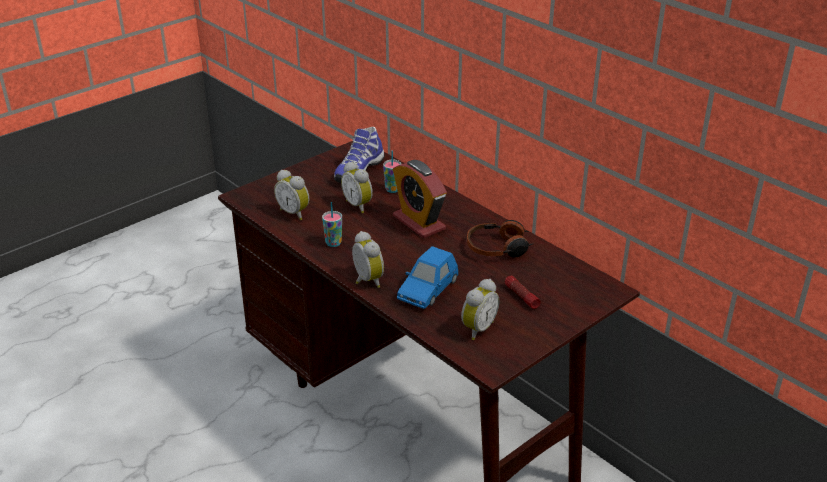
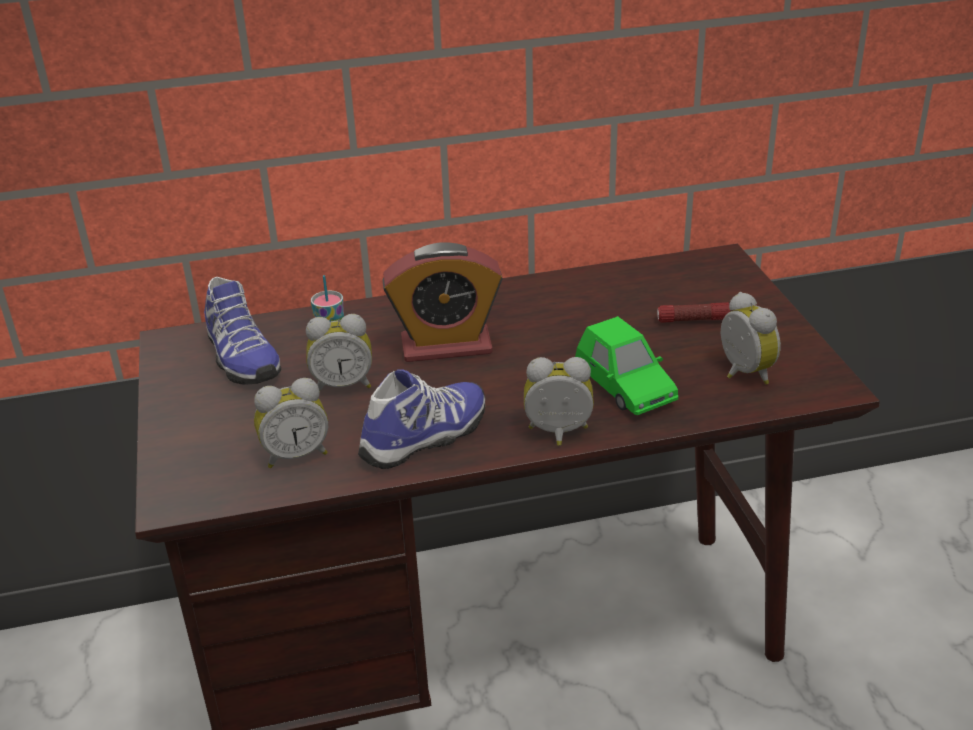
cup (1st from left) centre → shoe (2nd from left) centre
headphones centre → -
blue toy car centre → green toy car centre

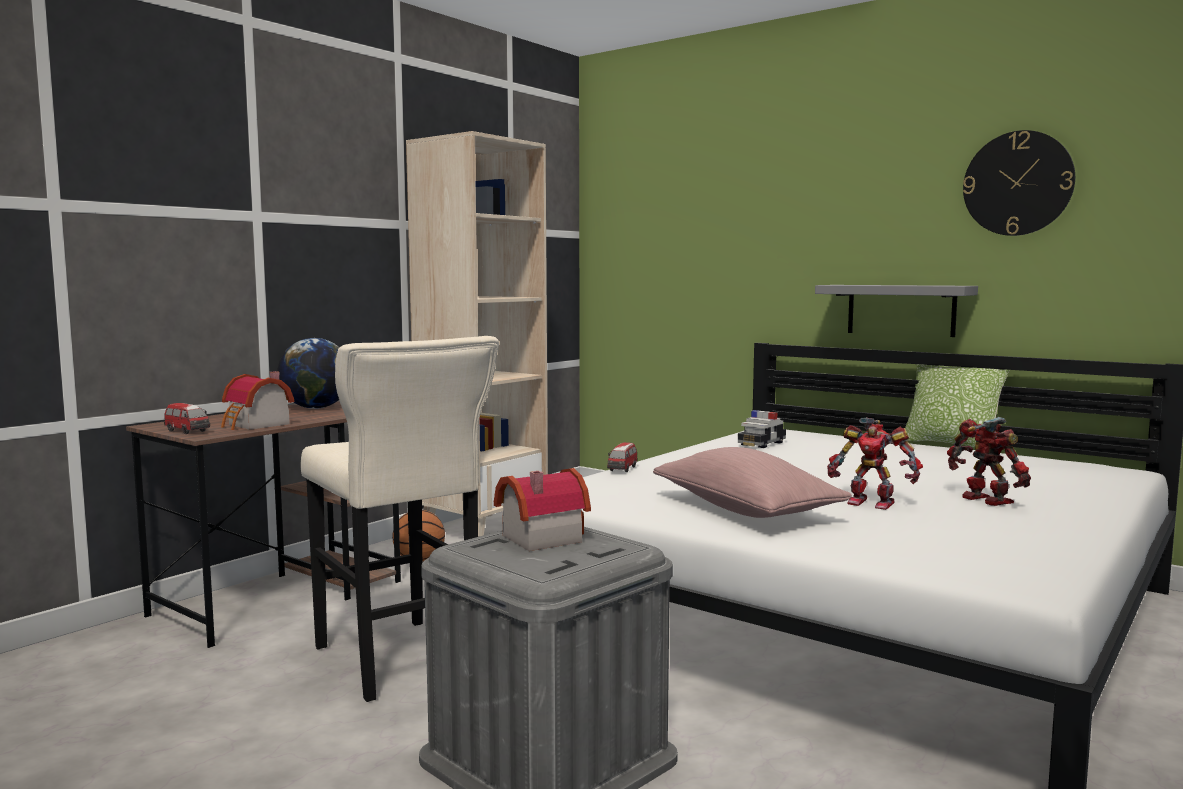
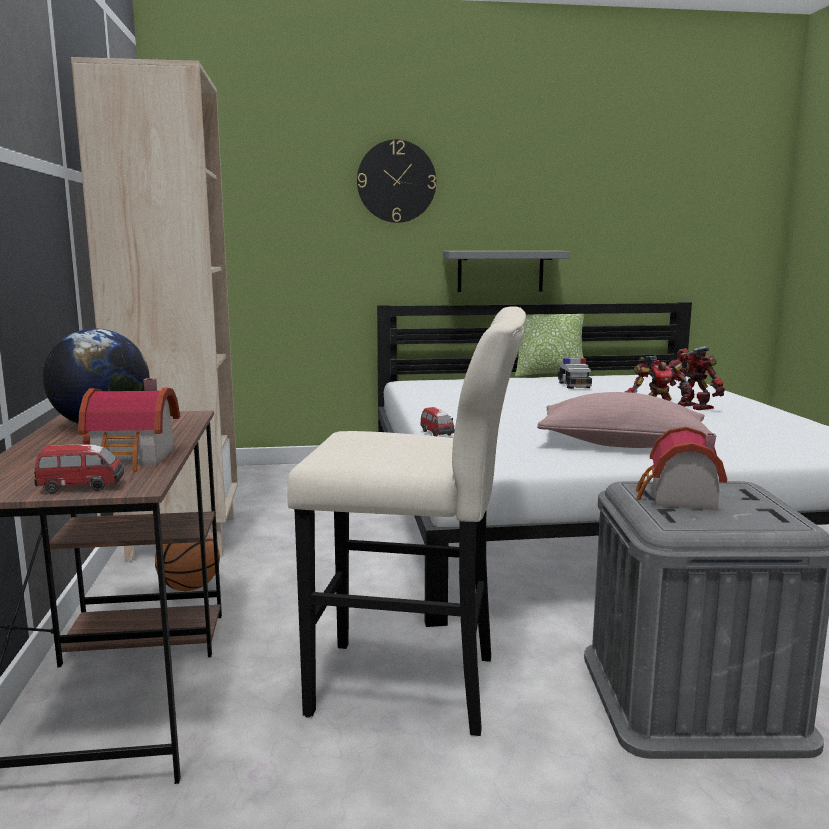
wall clock top right → wall clock top centre, move
toy car (3rd from left) centre → toy car (3rd from left) middle right, move
toy robot (2nd from left) middle right, 45 degrees clockwise

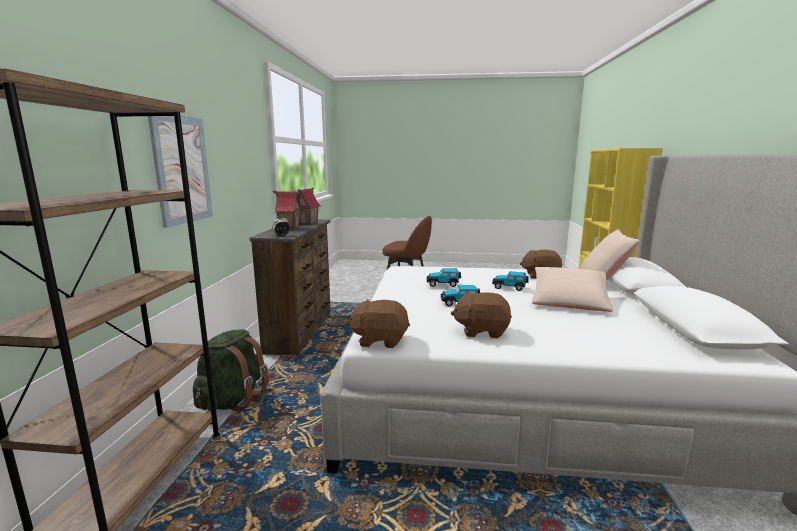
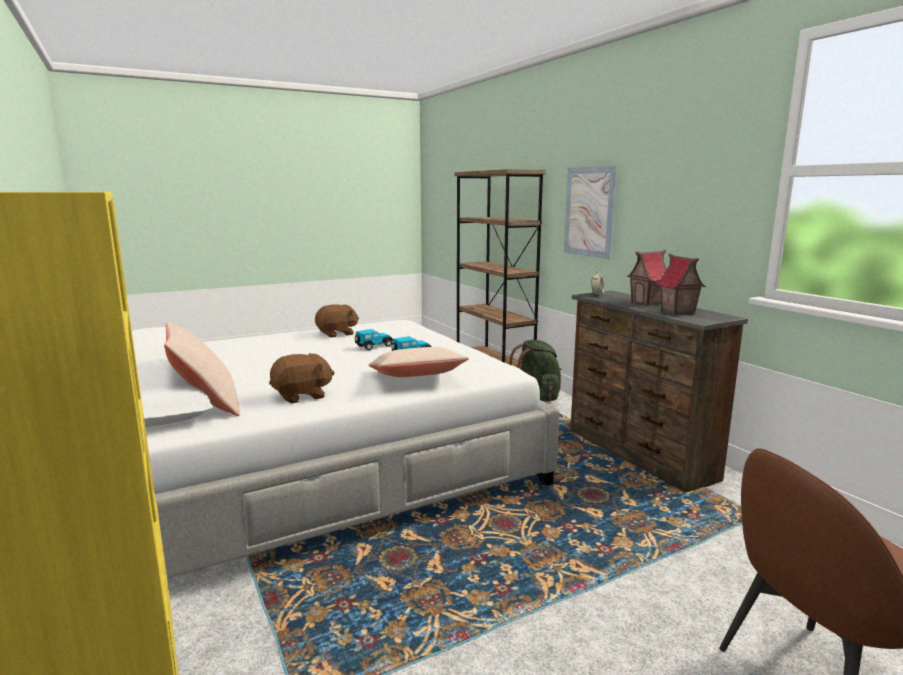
beige pillow (1st from left in the first image) middle right → beige pillow (2nd from left) centre, move
toy car (3rd from left) centre → -
brown plush toy (1st from left) centre → -

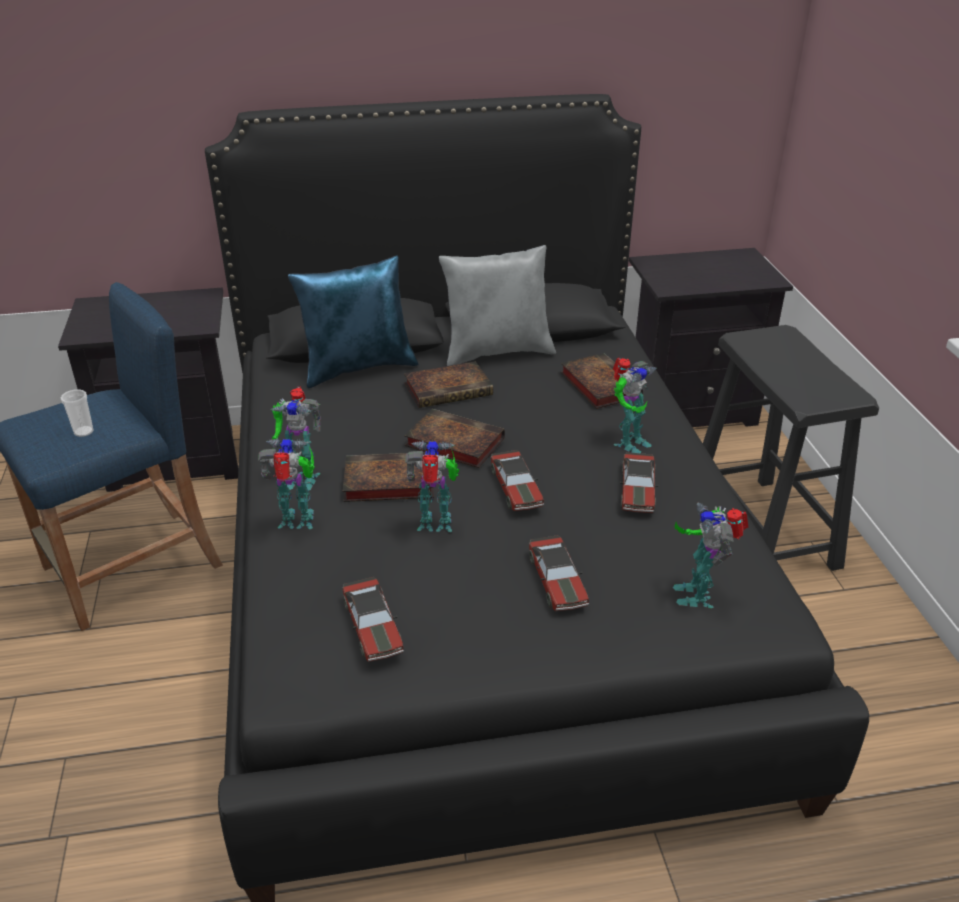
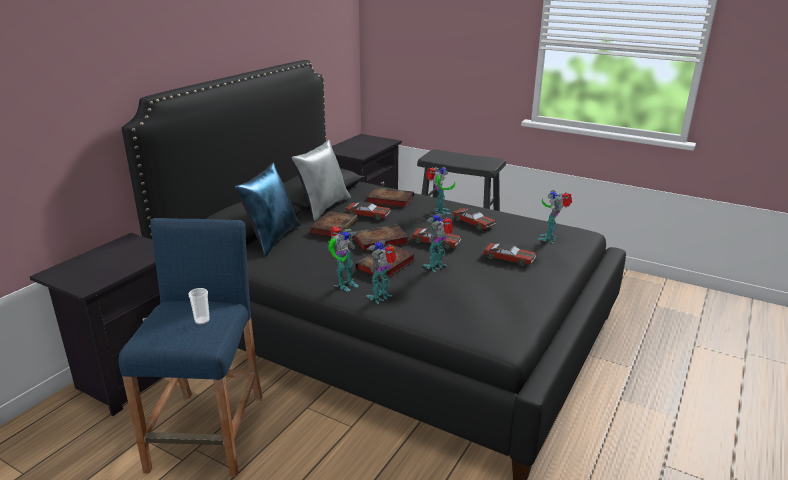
toy robot (5th from left) middle right, 75 degrees clockwise
toy car (1st from left) bottom centre → toy car (1st from left) centre, move

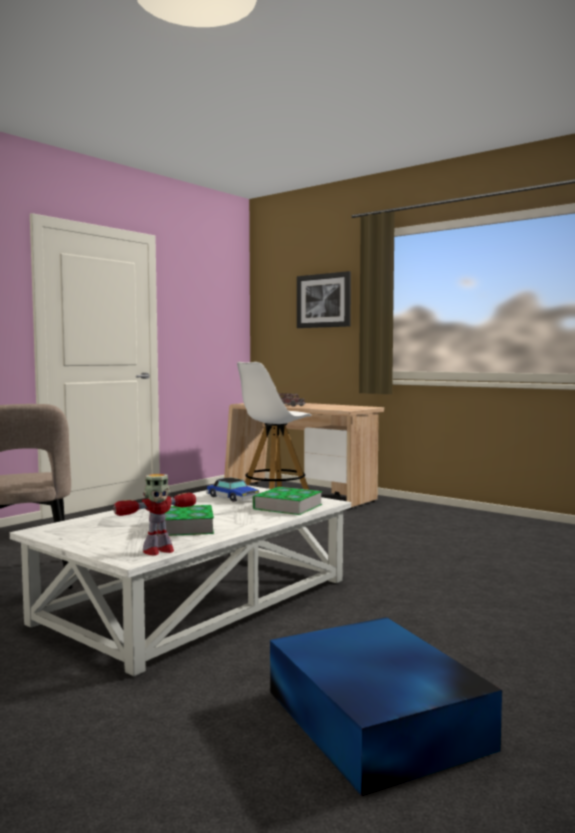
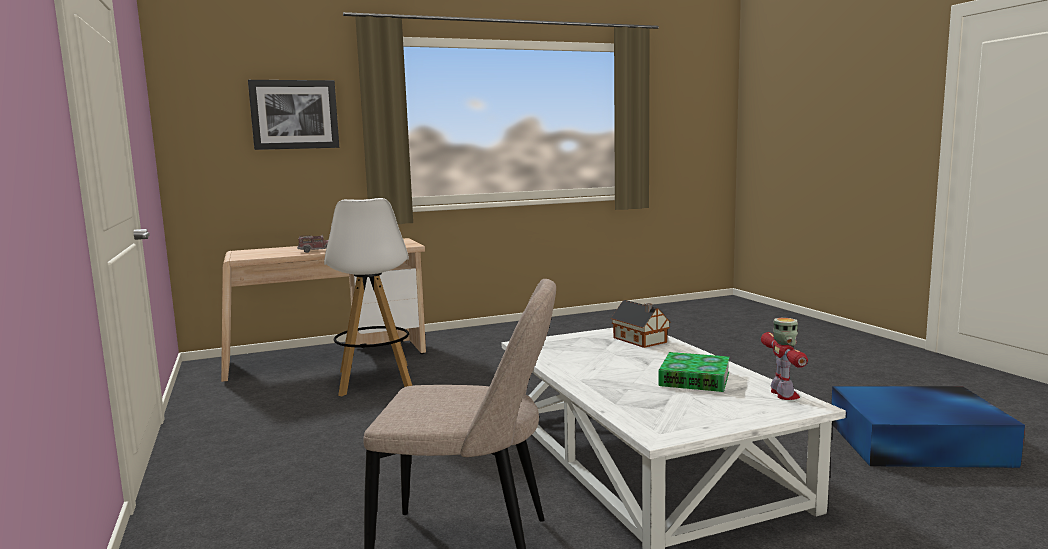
toy car centre → -
book (2nd from left) centre → toy house centre

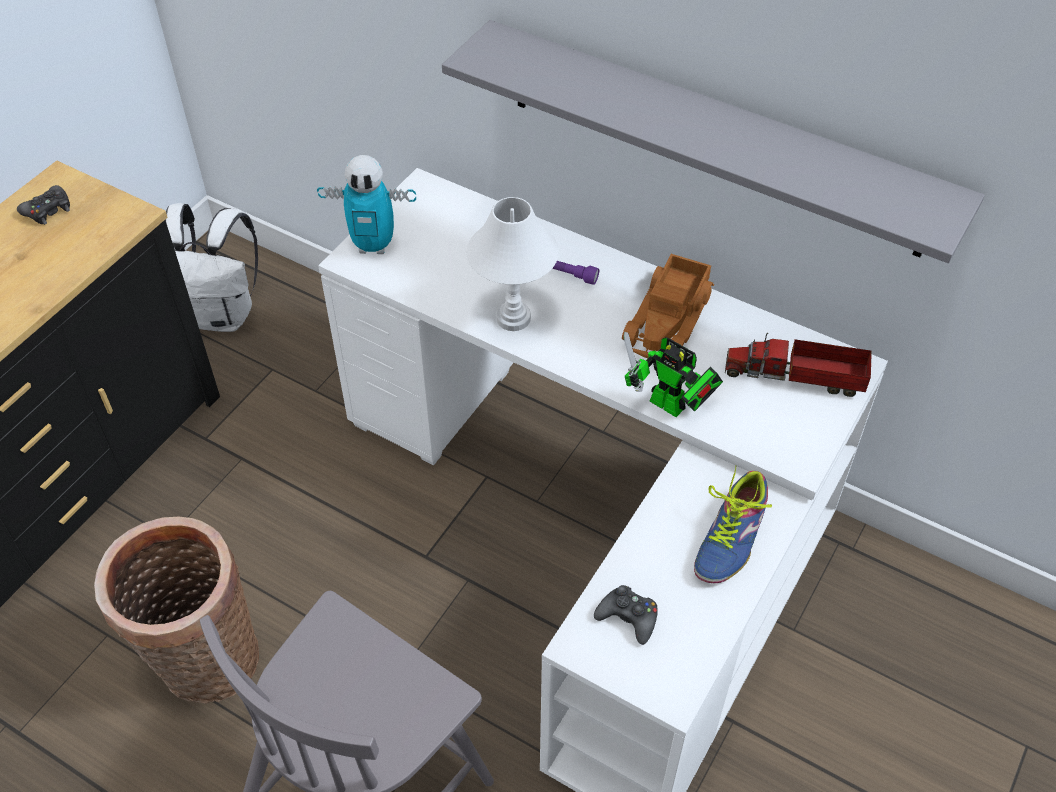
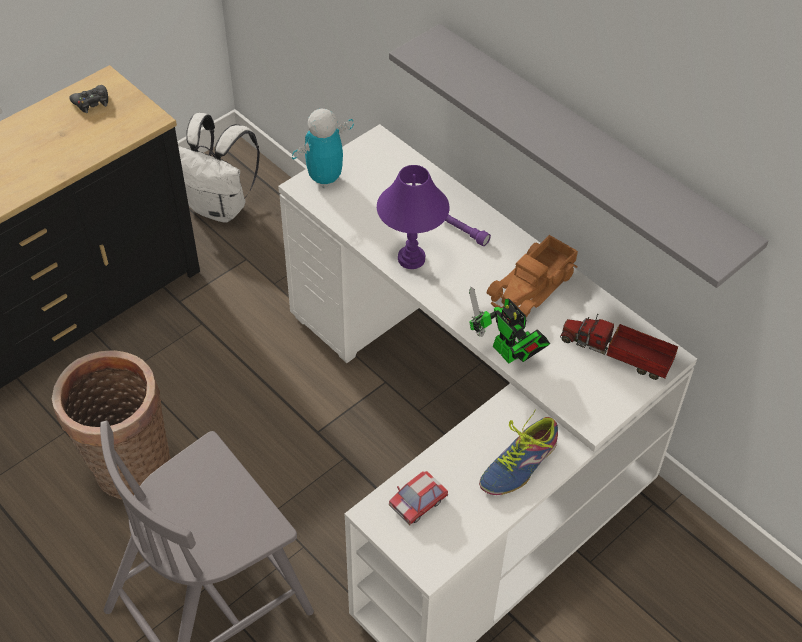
toy robot (1st from left) top centre, 120 degrees clockwise
white table lamp centre → purple table lamp centre
black game controller (2nd from left) bottom centre → toy car bottom centre

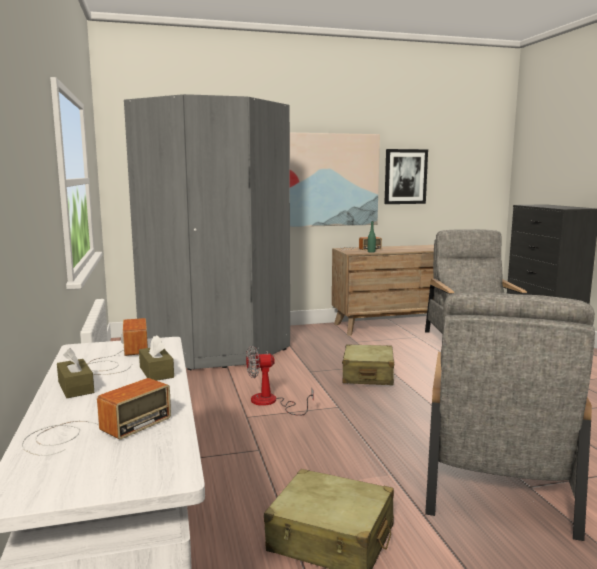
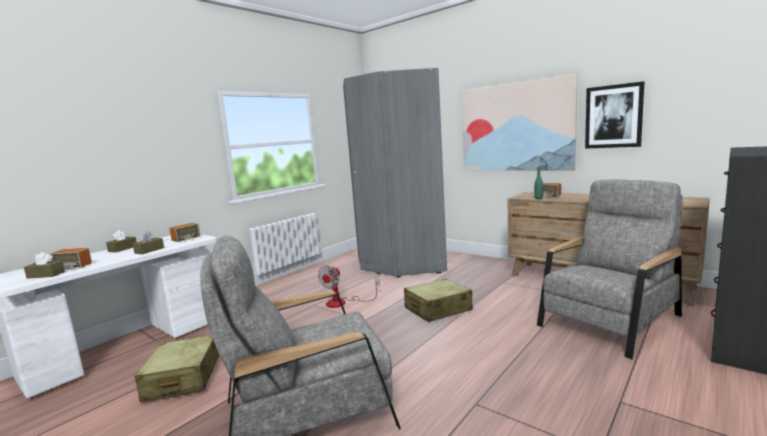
fan bottom centre → fan centre, 105 degrees counterclockwise
- → brown tissue box (1st from left) middle left

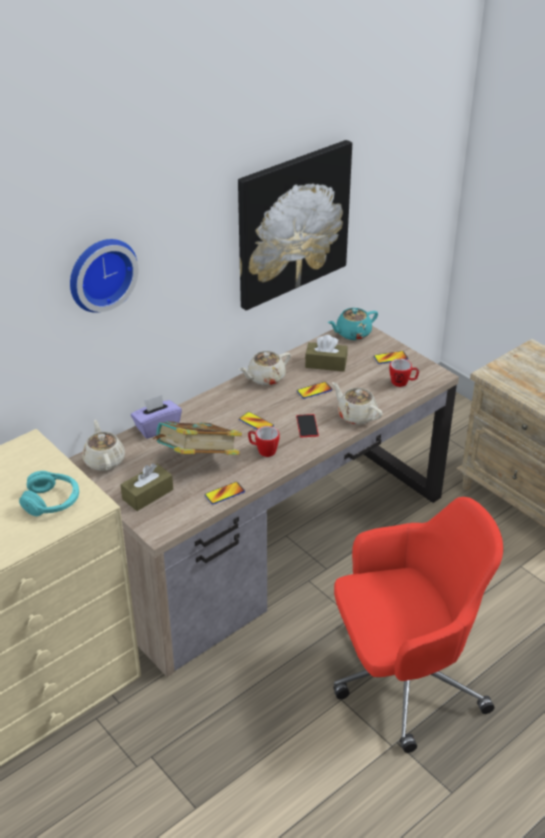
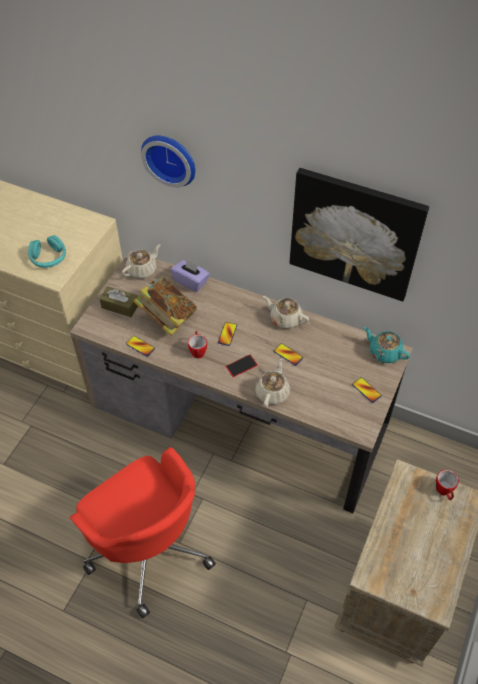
brown tissue box (2nd from left) centre → -
mug (2nd from left) middle right → mug (2nd from left) bottom right, move

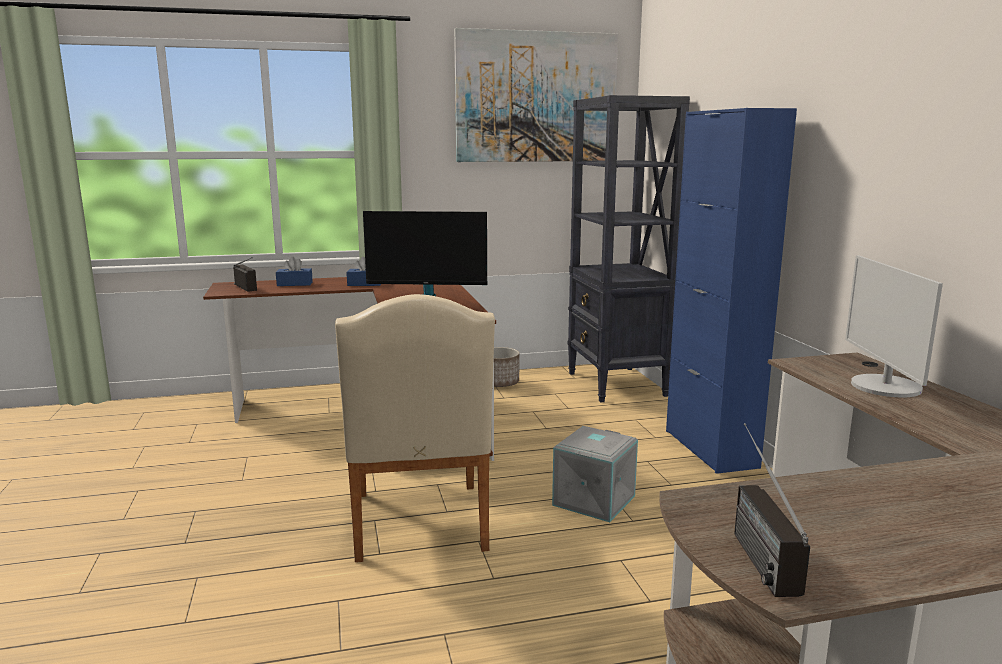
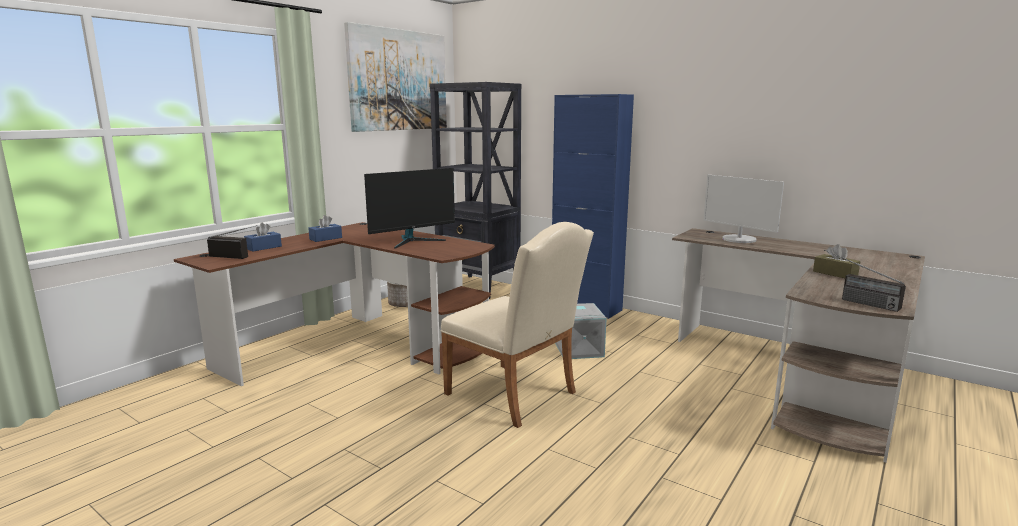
- → brown tissue box middle right

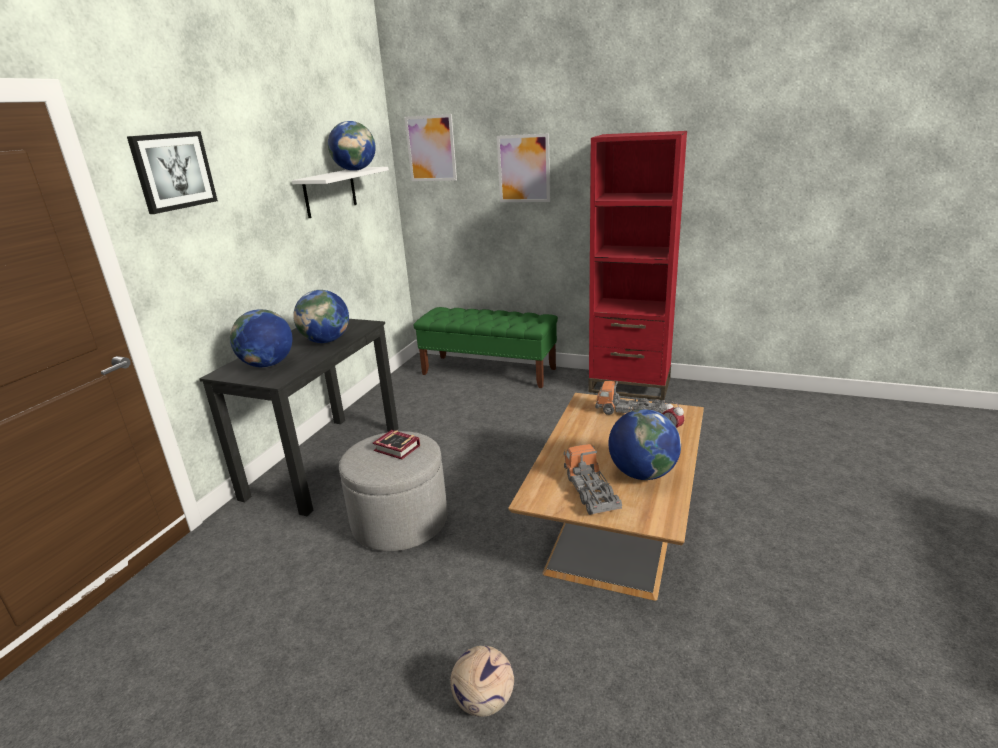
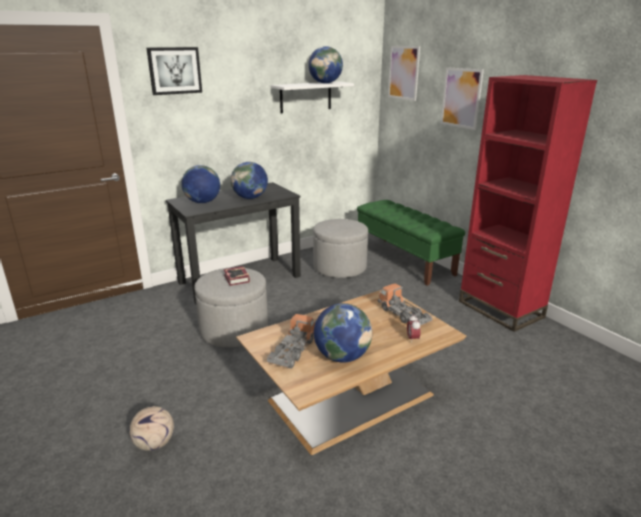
- → grey ottoman (2nd from left) centre

